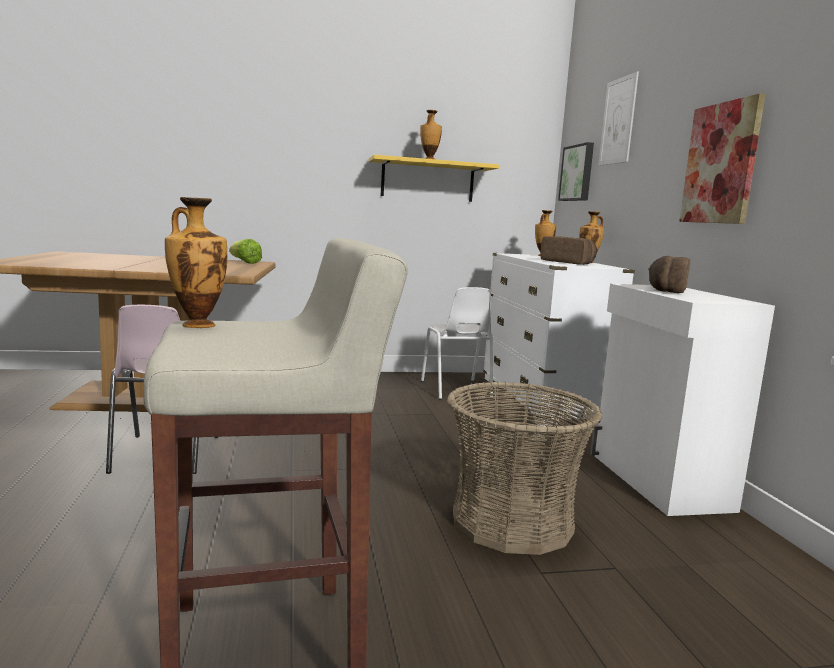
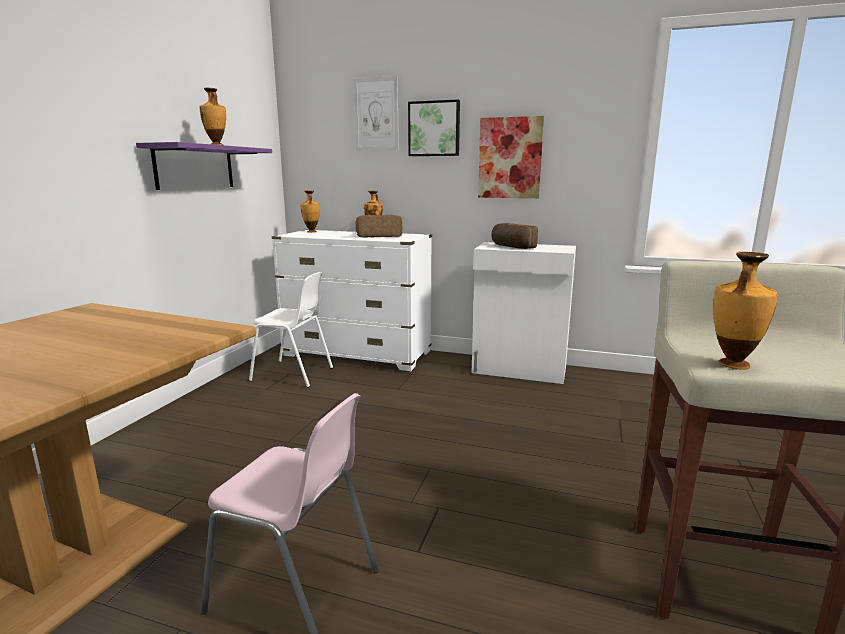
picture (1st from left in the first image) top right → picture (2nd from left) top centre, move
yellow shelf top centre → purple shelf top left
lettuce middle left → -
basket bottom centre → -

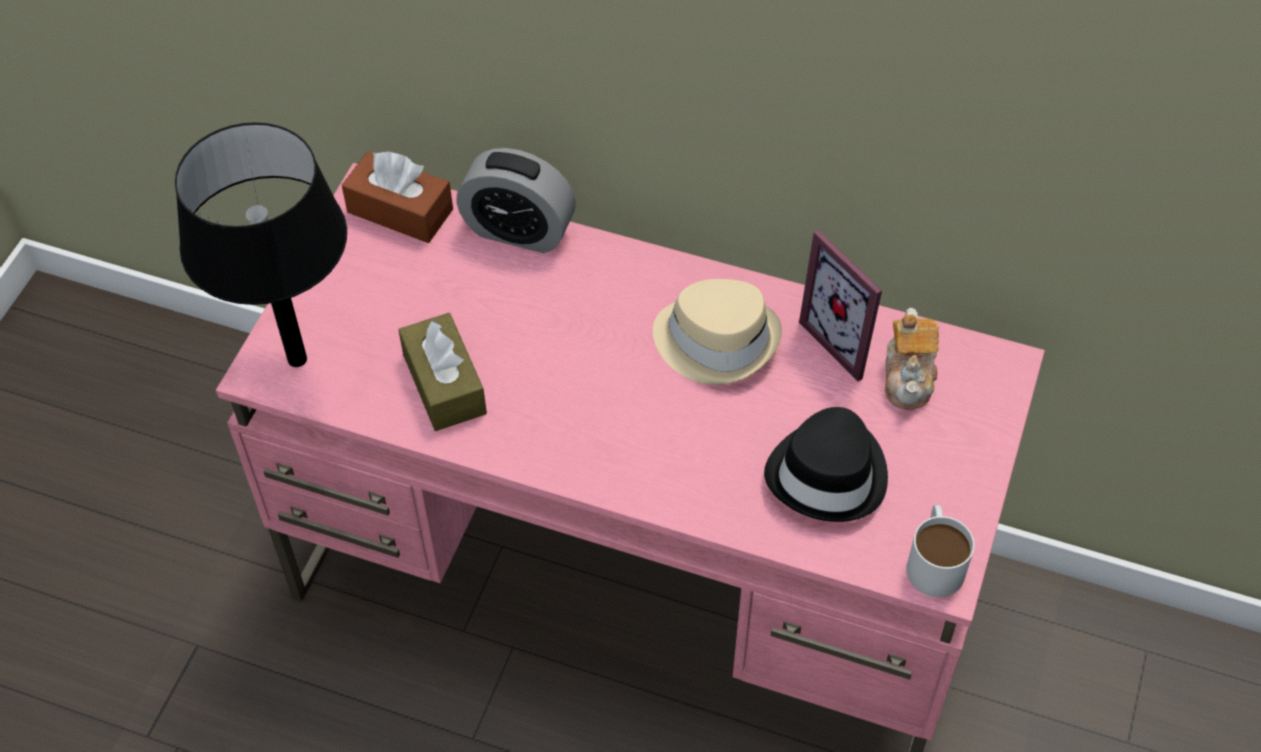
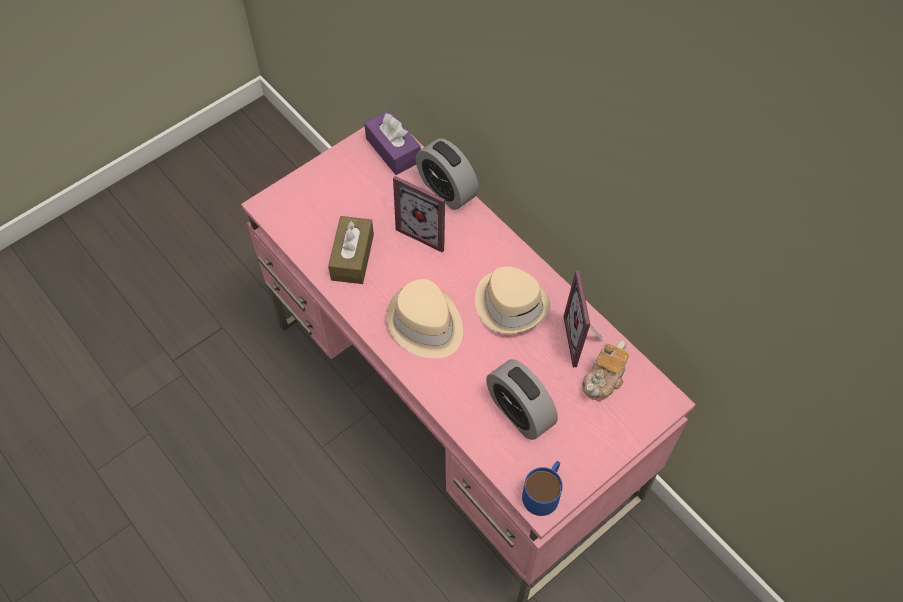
black table lamp top left → -
brown tissue box (1st from left) top left → purple tissue box top centre
black hat centre → alarm clock (2nd from left) centre
white mug bottom right → blue mug bottom centre
- → picture frame (1st from left) centre
- → beige hat (1st from left) centre

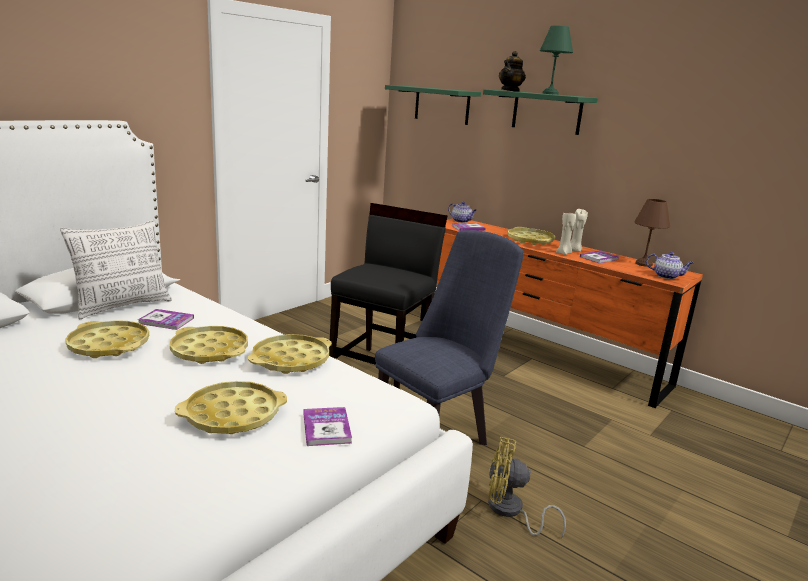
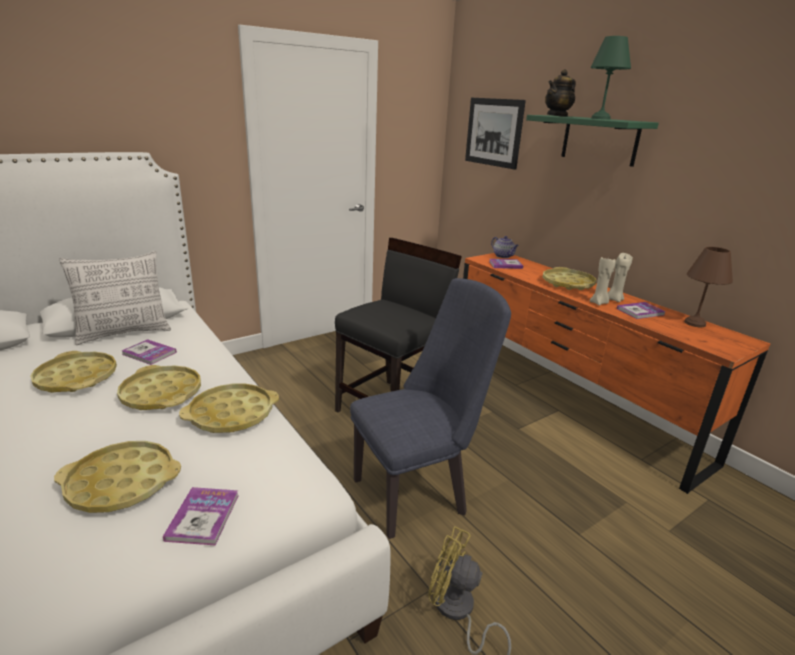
green shelf (1st from left) top centre → picture top centre
teapot (3rd from left) middle right → -

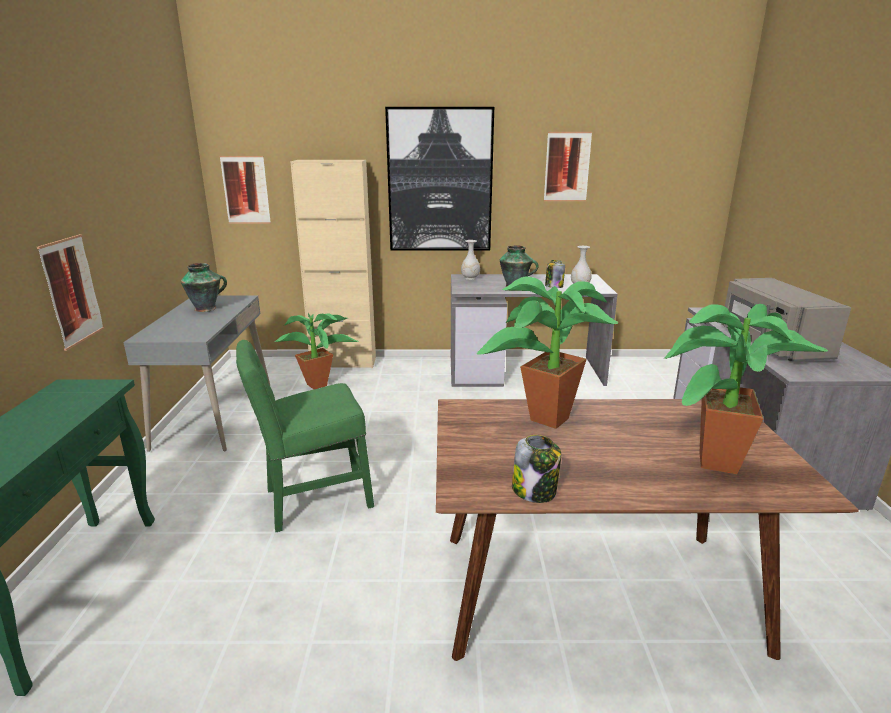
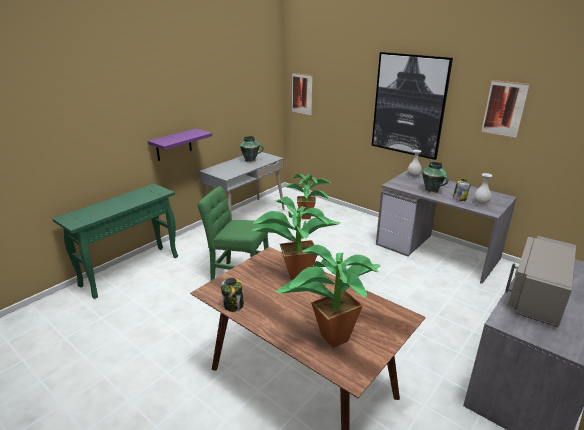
beige cabinet centre → -
picture (1st from left) middle left → purple shelf middle left

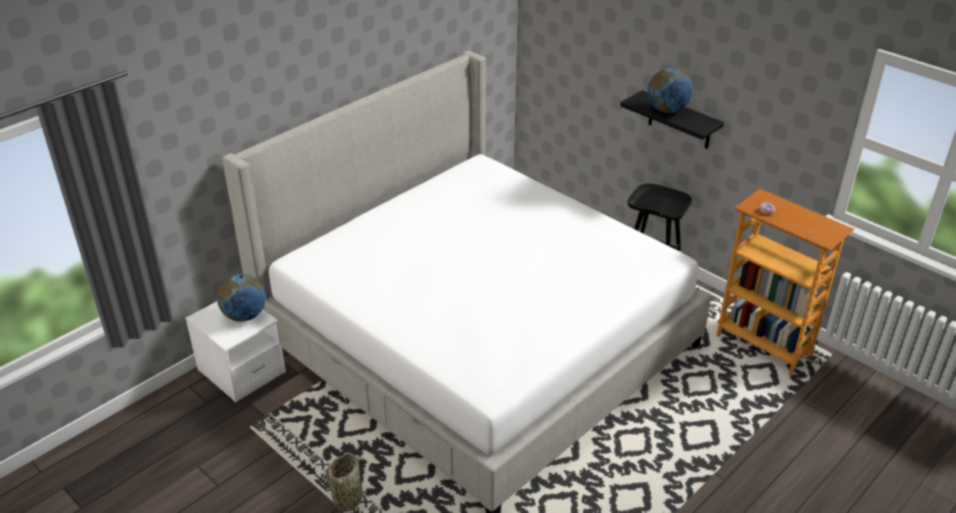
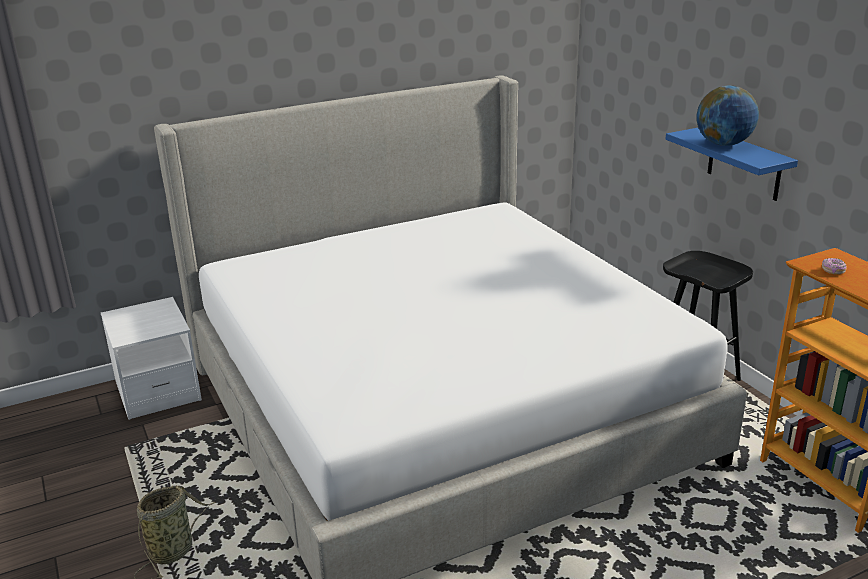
black shelf top right → blue shelf top right
globe (1st from left) middle left → -

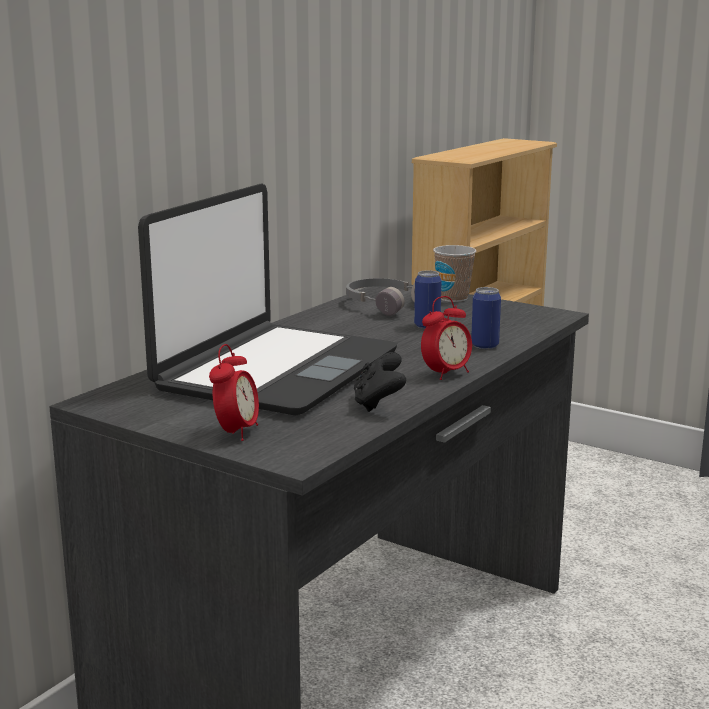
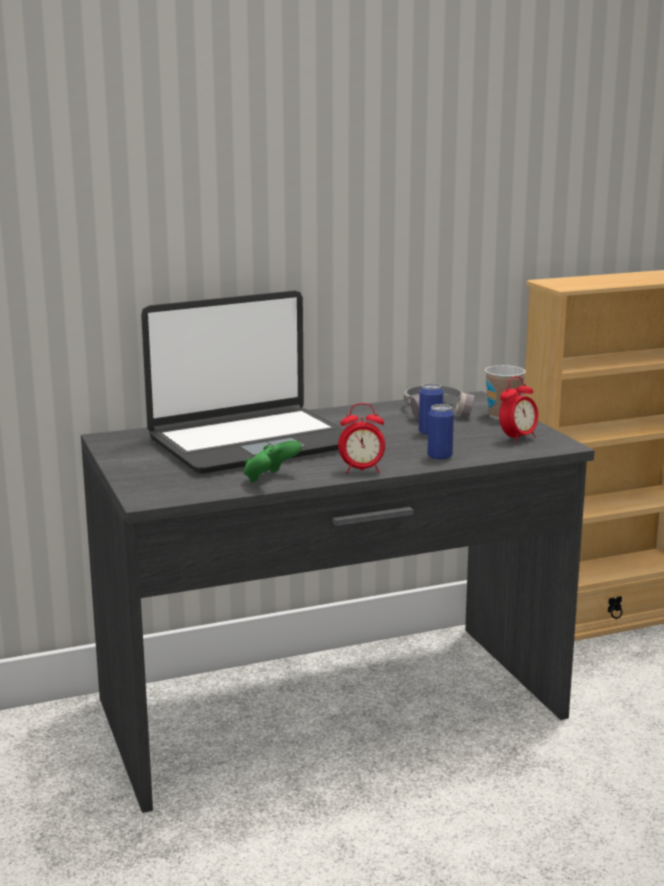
alarm clock (1st from left in the first image) middle left → alarm clock (2nd from left) middle right, move
black game controller centre → green game controller centre

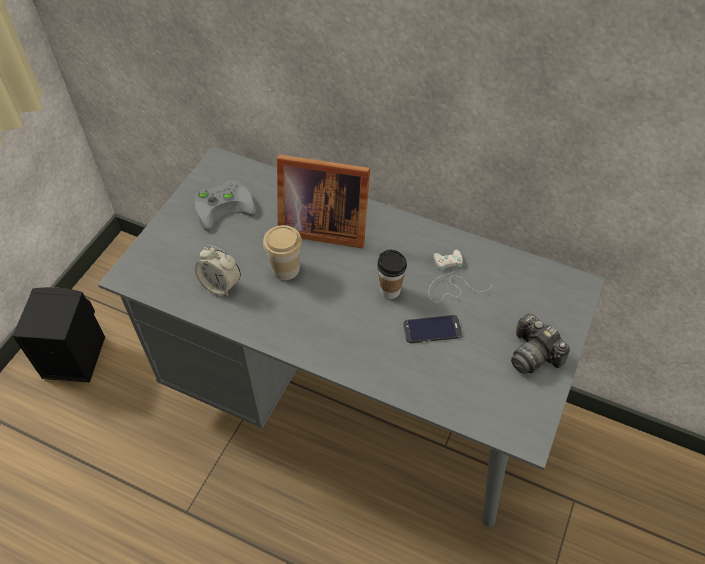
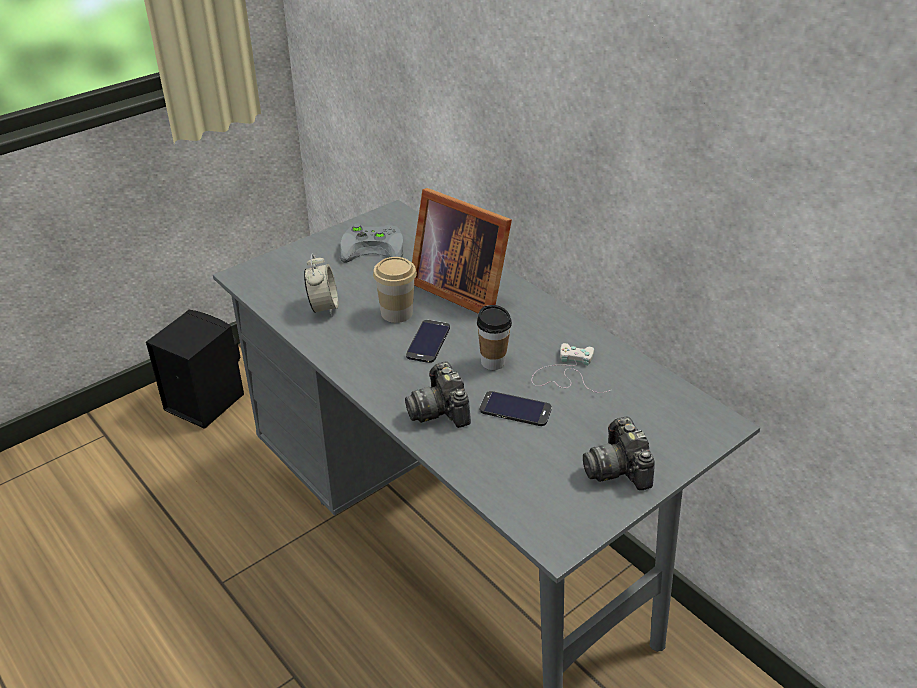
alarm clock middle left → alarm clock centre, 150 degrees counterclockwise
- → phone (1st from left) centre
- → photo camera (1st from left) centre

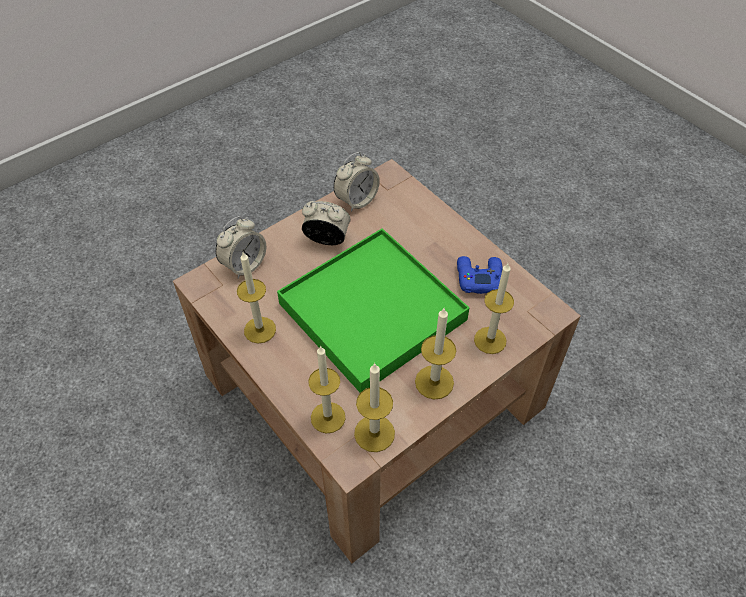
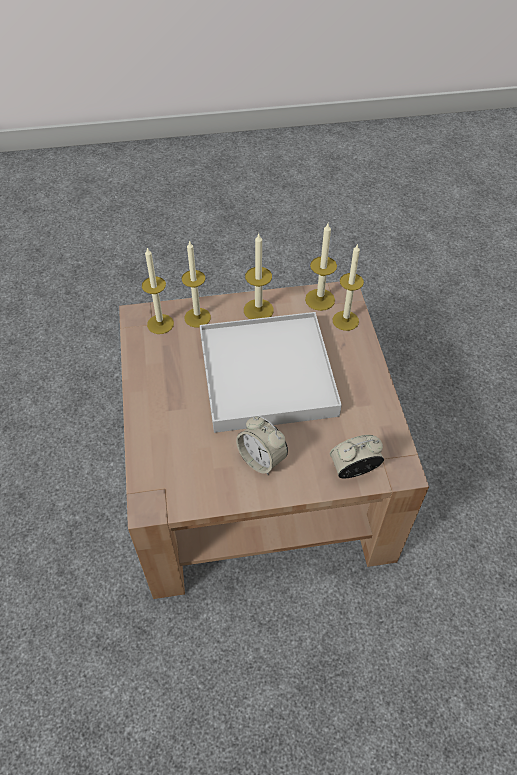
alarm clock (3rd from left) top centre → -
green tray centre → white tray centre
candle (1st from left) centre → candle (1st from left) middle left, move
blue game controller centre → -

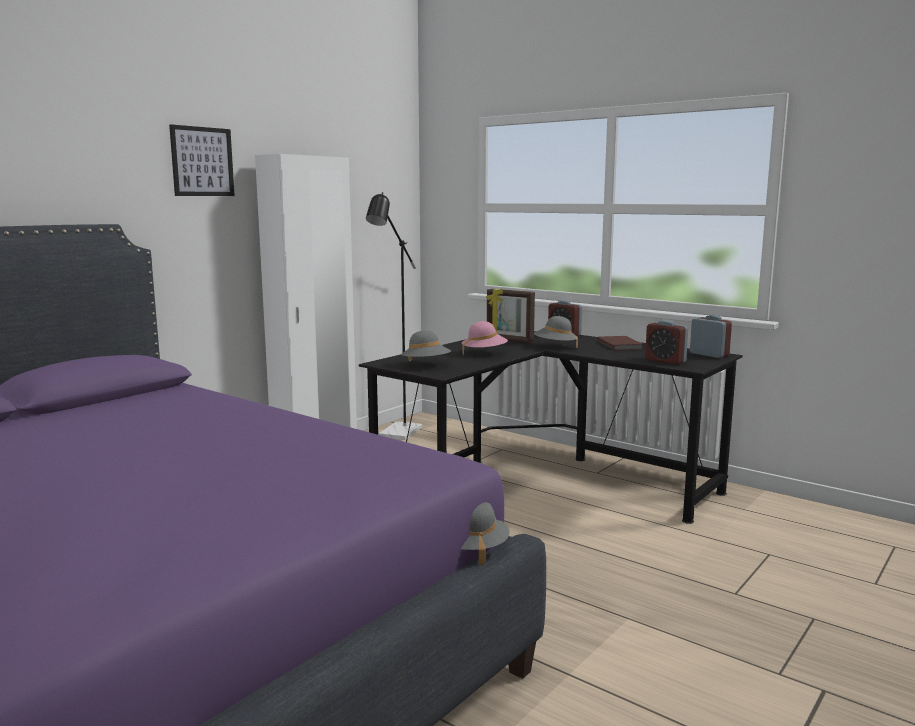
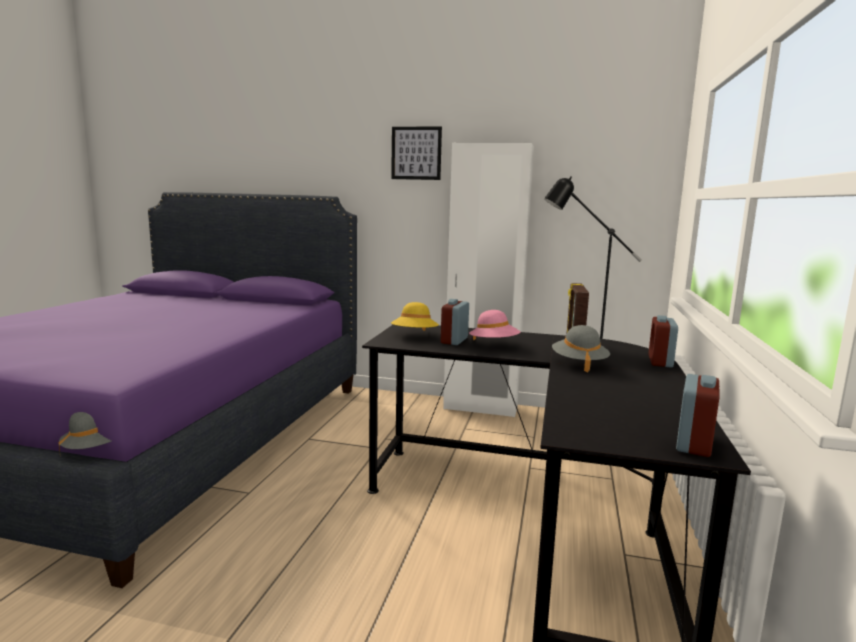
alarm clock (2nd from left in the first image) middle right → alarm clock (1st from left) centre, move
grey hat (1st from left) centre → yellow hat centre
brown book middle right → -

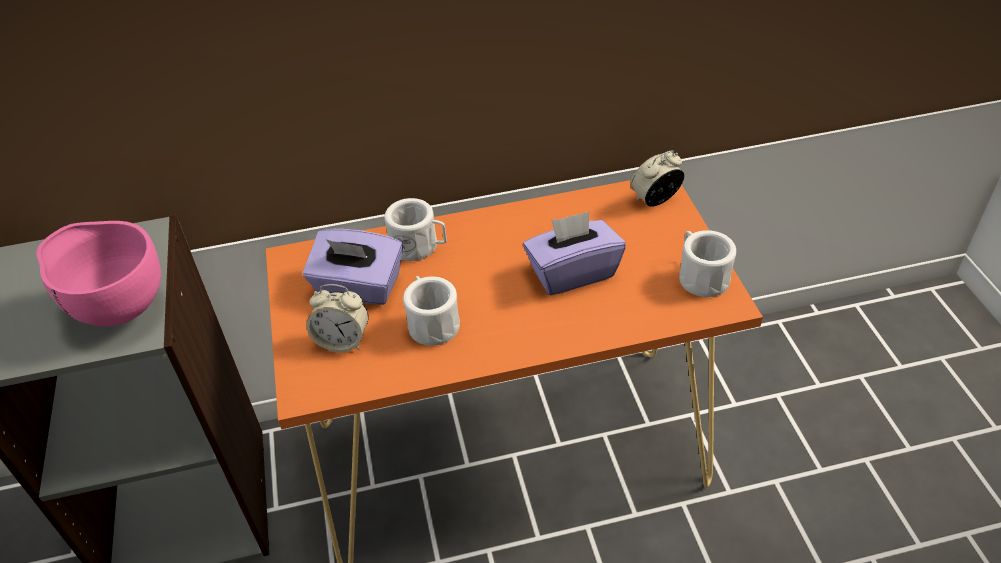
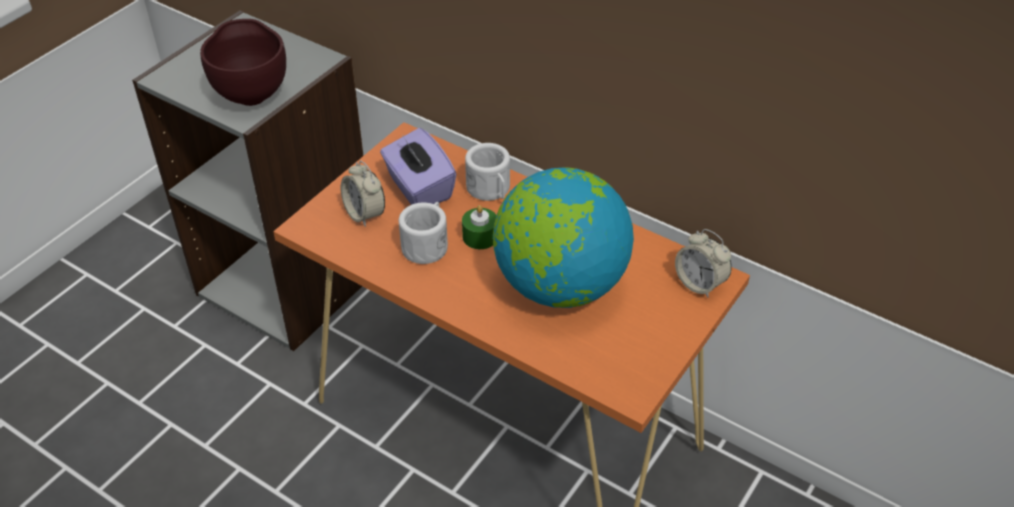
alarm clock (2nd from left) top centre → alarm clock (2nd from left) middle right, 150 degrees counterclockwise
purple tissue box (2nd from left) centre → globe centre
pink bowl middle left → brown bowl top left
white mug (3rd from left) middle right → -
- → green candle centre

